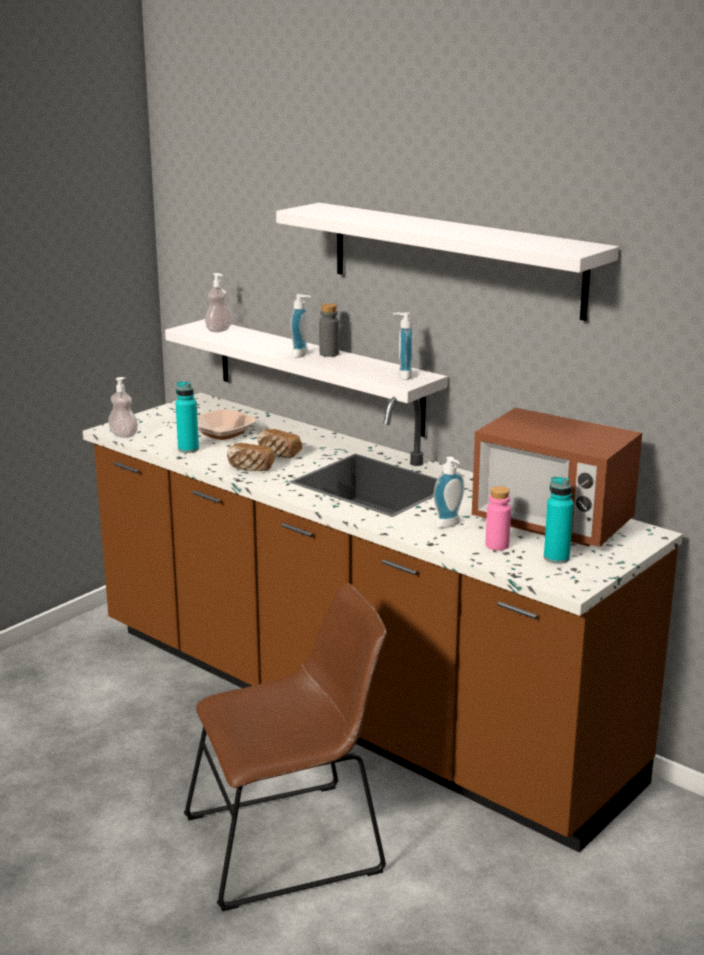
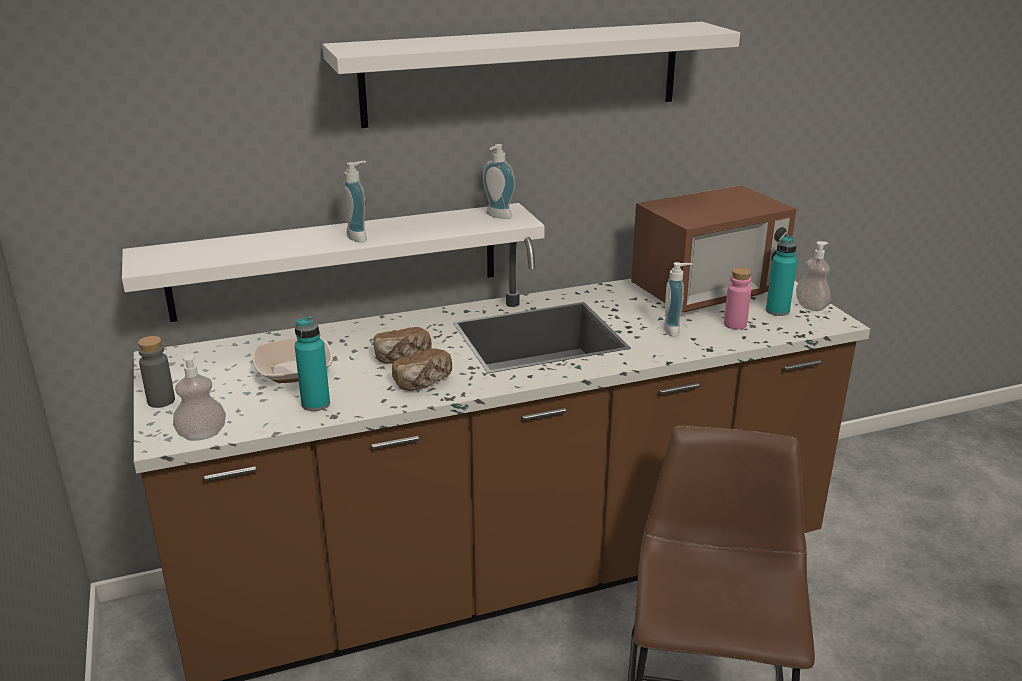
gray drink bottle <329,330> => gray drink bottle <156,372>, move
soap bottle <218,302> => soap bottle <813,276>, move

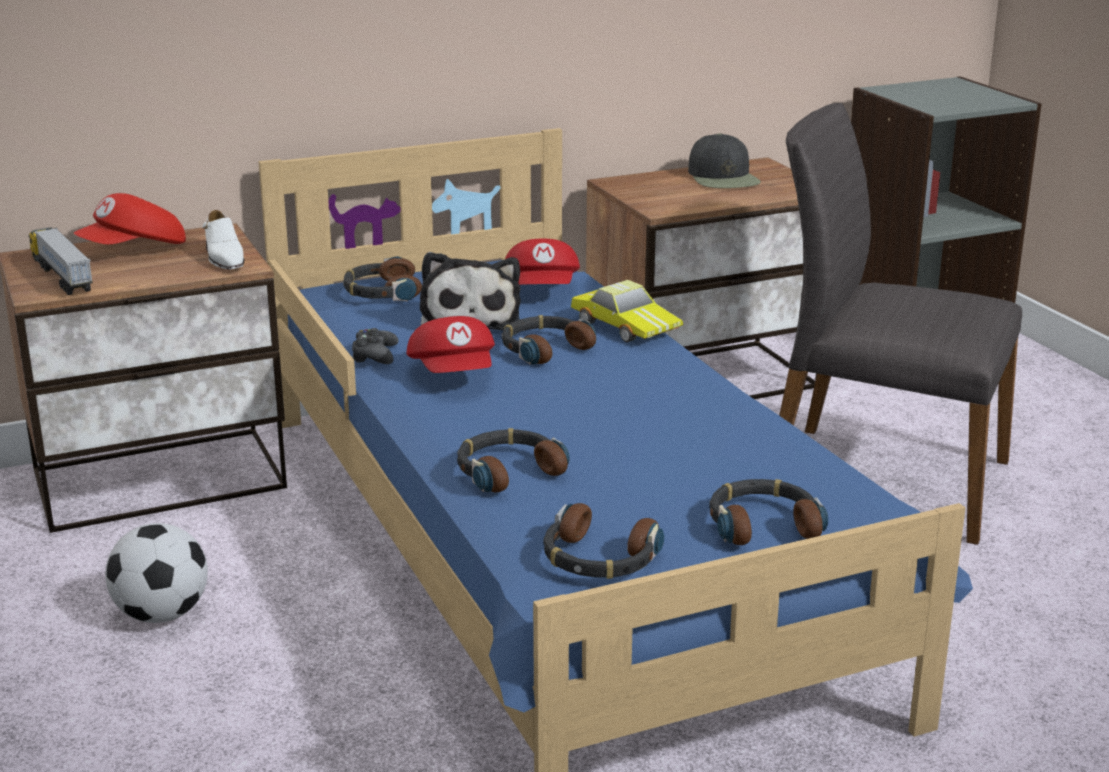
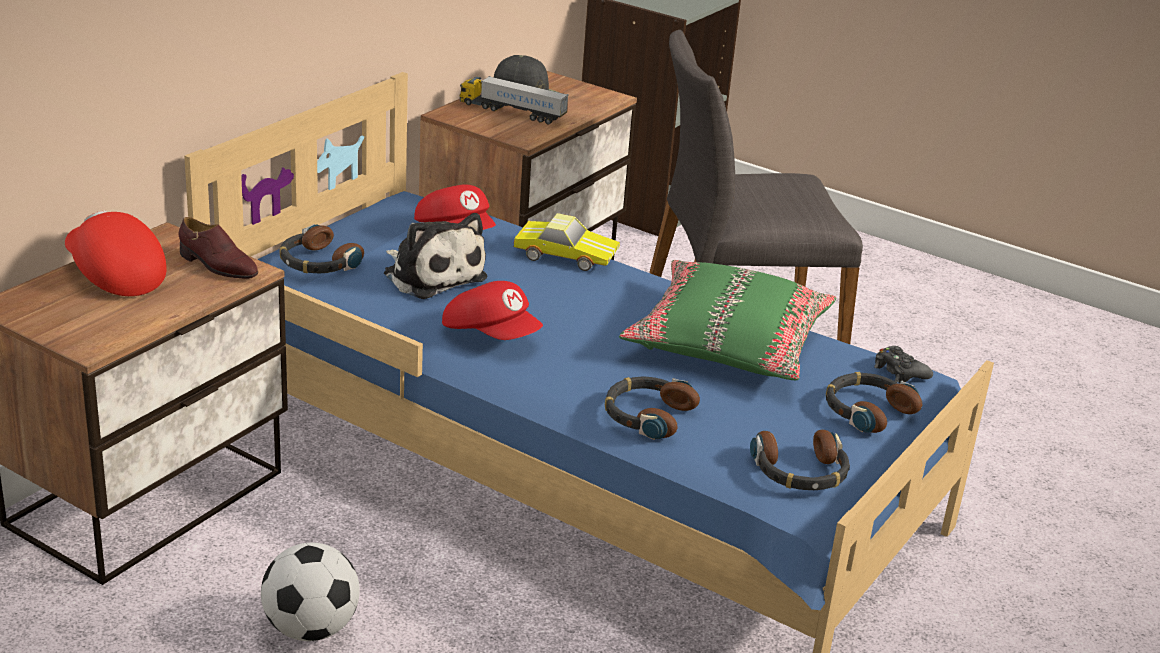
reddish baseball cap <130,218> => reddish baseball cap <116,253>, 120 degrees clockwise
whitish low shoe <223,240> => brown low shoe <218,248>
model truck <61,261> => model truck <514,100>, move
nothing => green-coloured throw pillow <727,320>
black joypad <375,346> => black joypad <903,364>, move
headphones <549,340> => nothing

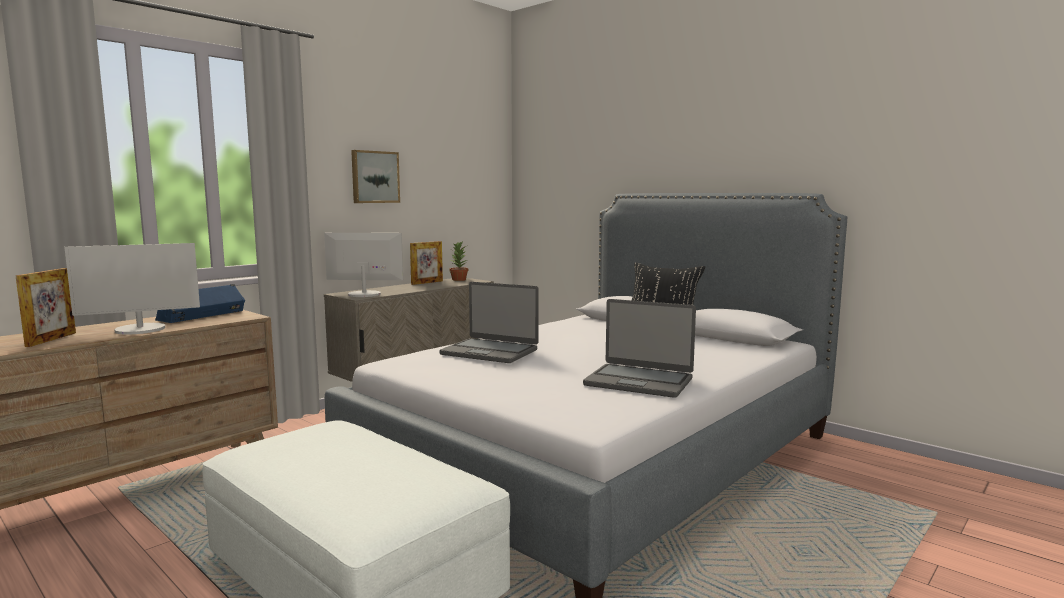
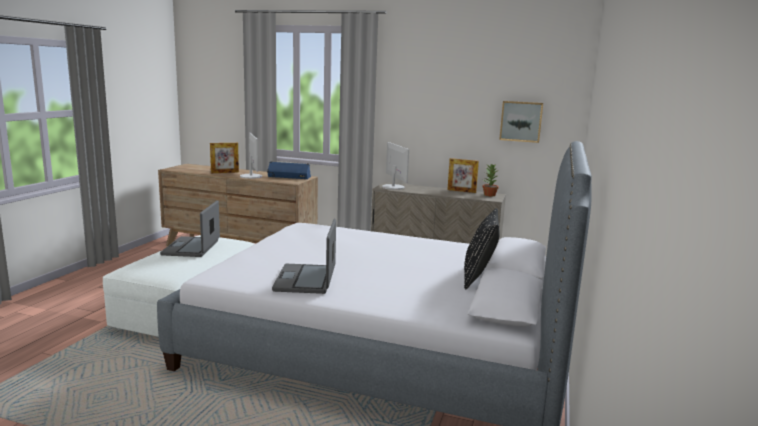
notebook computer <489,322> => notebook computer <190,228>, move
monitor <132,289> => monitor <251,156>, 150 degrees counterclockwise
wall art <375,176> => wall art <521,122>, move

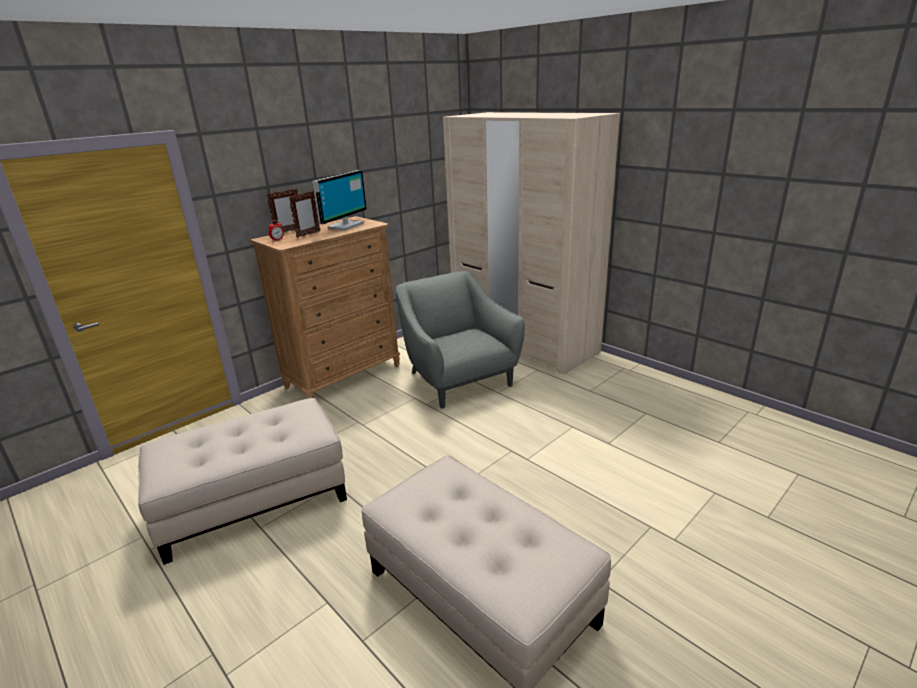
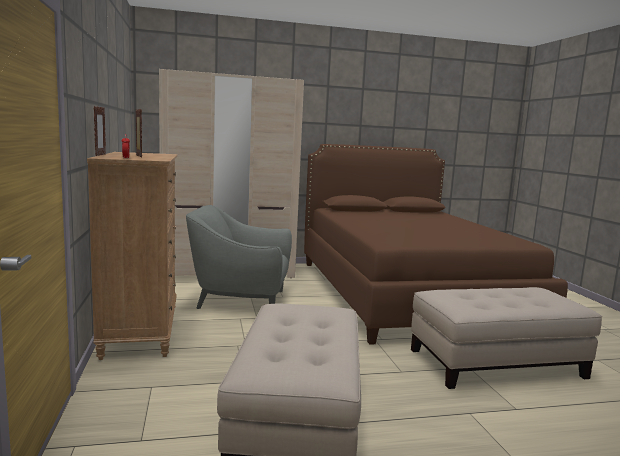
nothing => brown sleeping bed <436,244>
monitor <339,200> => nothing

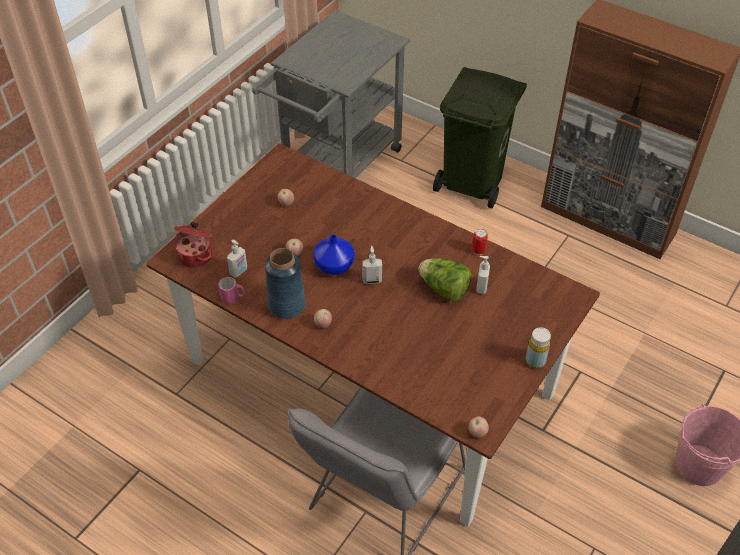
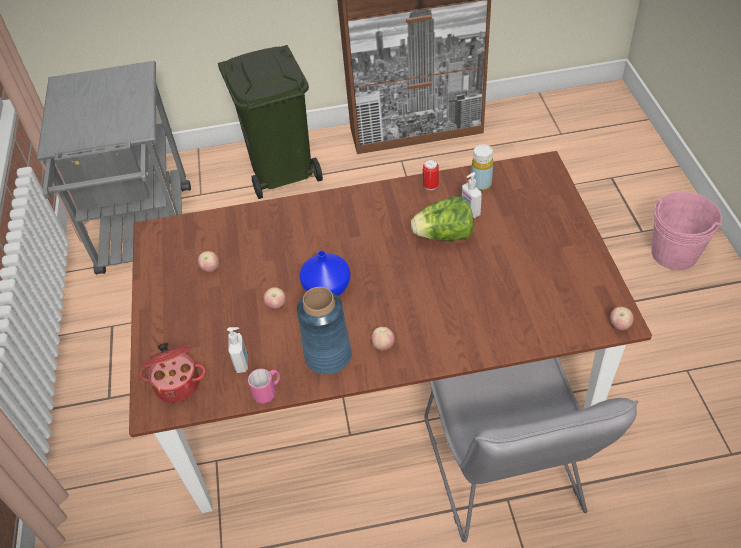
yellow-coloured drink bottle <538,347> => yellow-coloured drink bottle <482,167>, move
soap bottle <372,265> => nothing

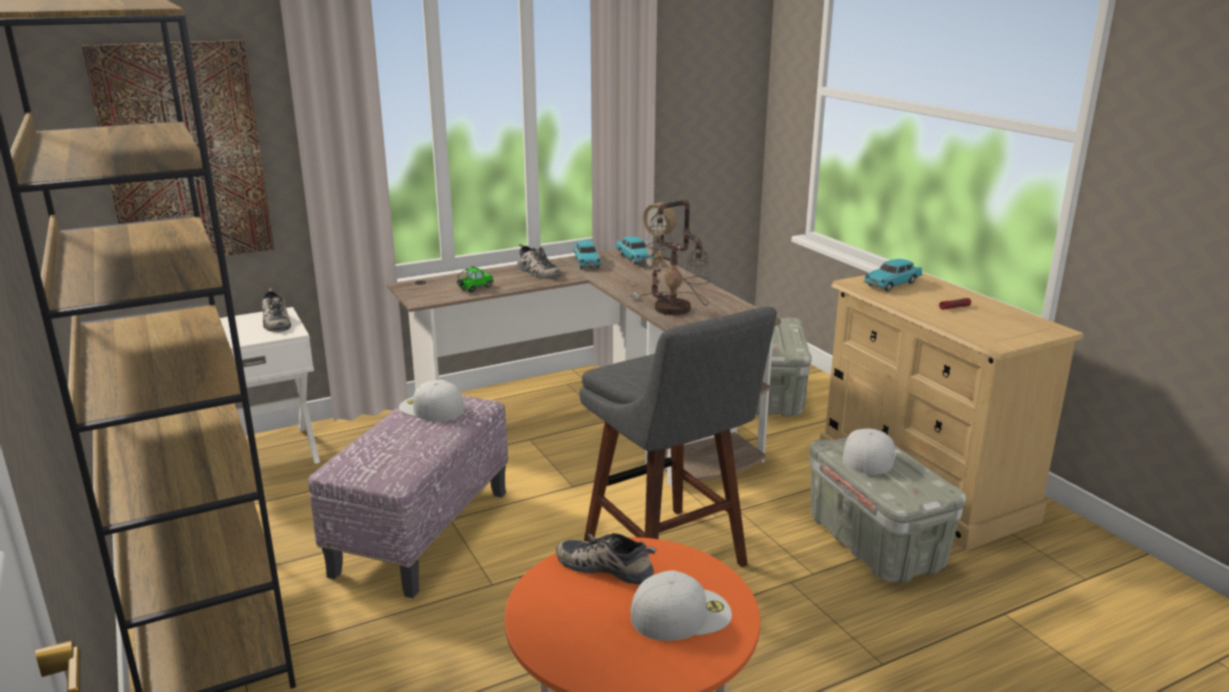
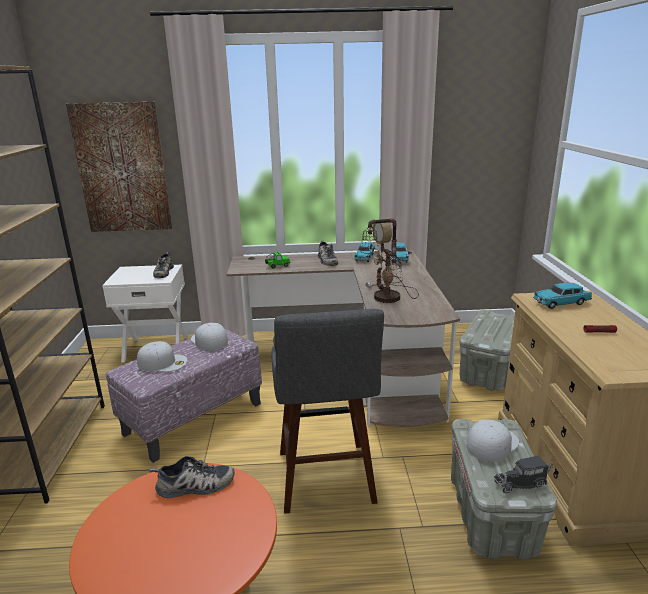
whitish baseball cap <681,605> => whitish baseball cap <162,356>, move
low shoe <606,559> => low shoe <192,477>, 120 degrees clockwise
nothing => model truck <523,474>

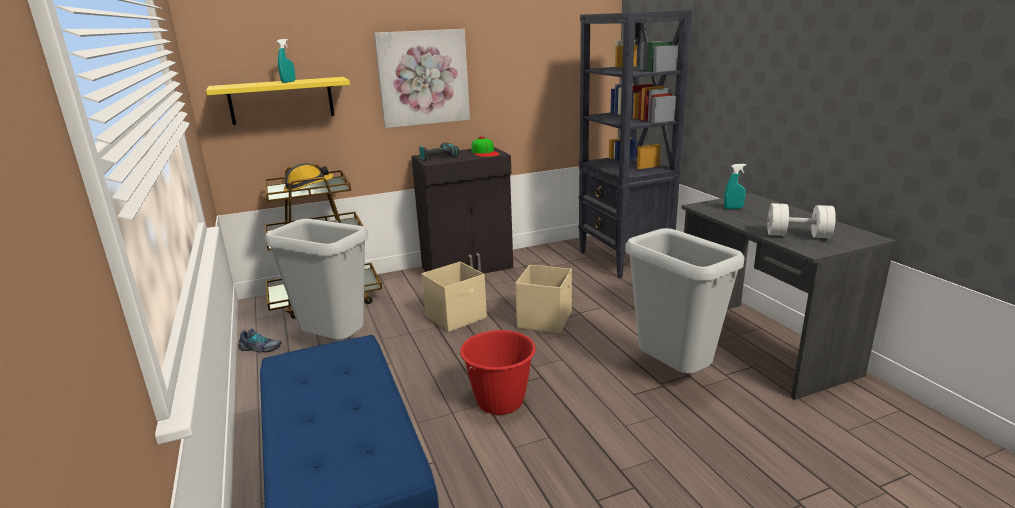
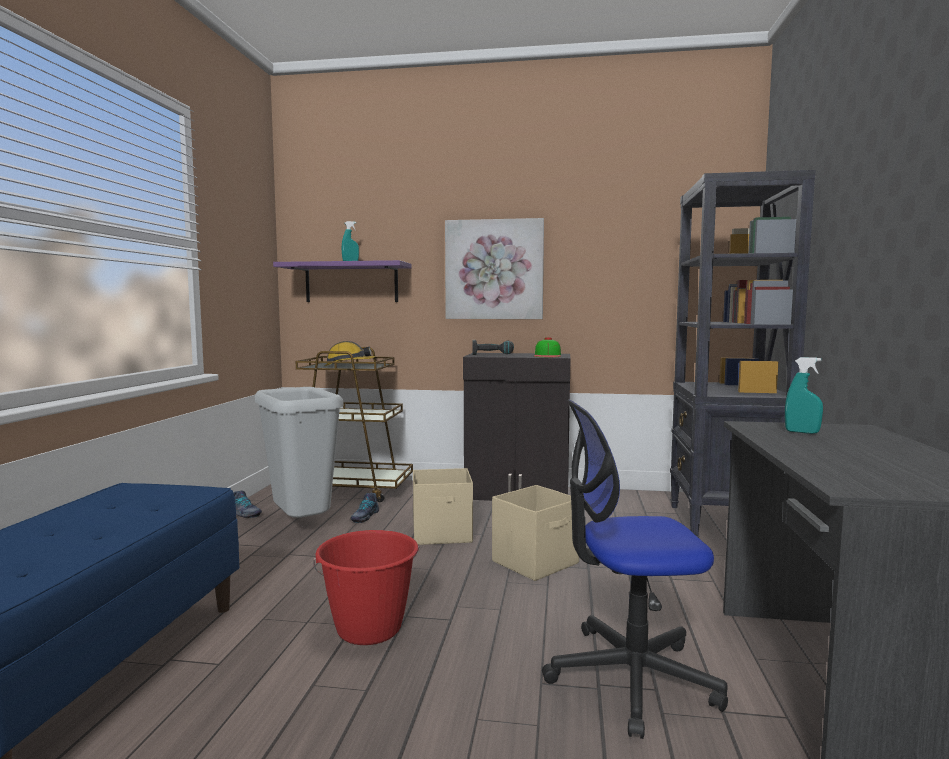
yellow-coloured bracket shelf <278,101> => purple-coloured bracket shelf <342,281>
nothing => low shoe <364,508>
gray trash can <685,301> => office chair <635,569>
whitish hand weight <801,220> => nothing

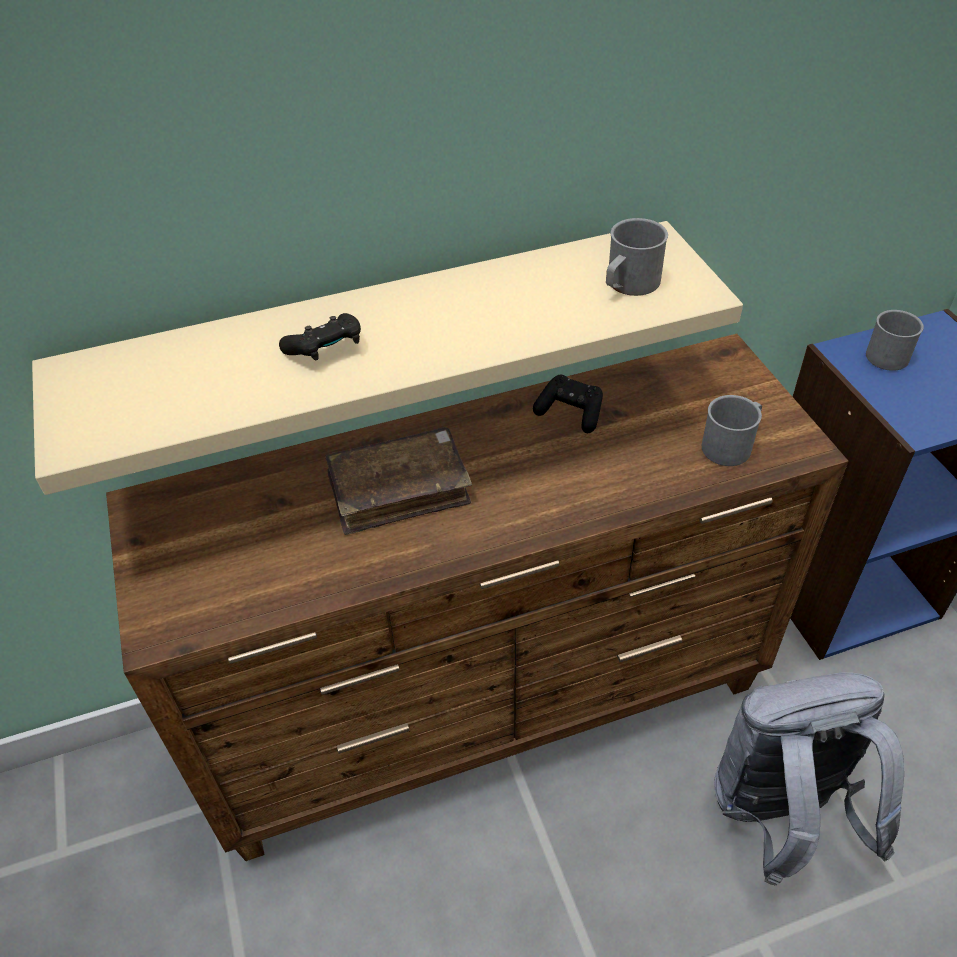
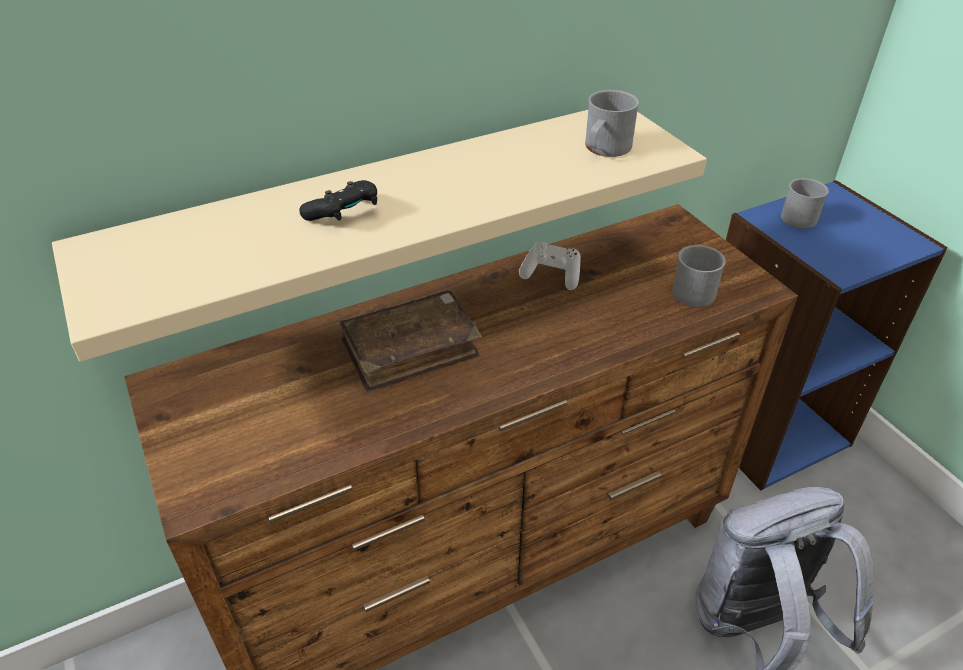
black joypad <568,404> => whitish joypad <550,266>

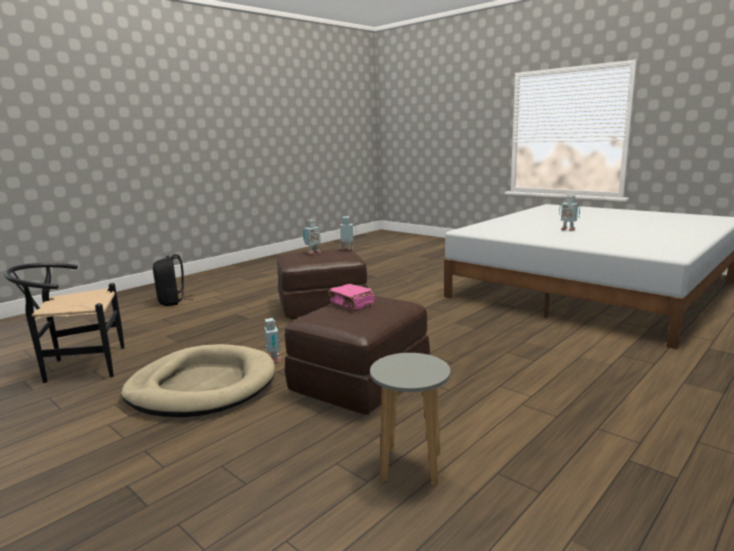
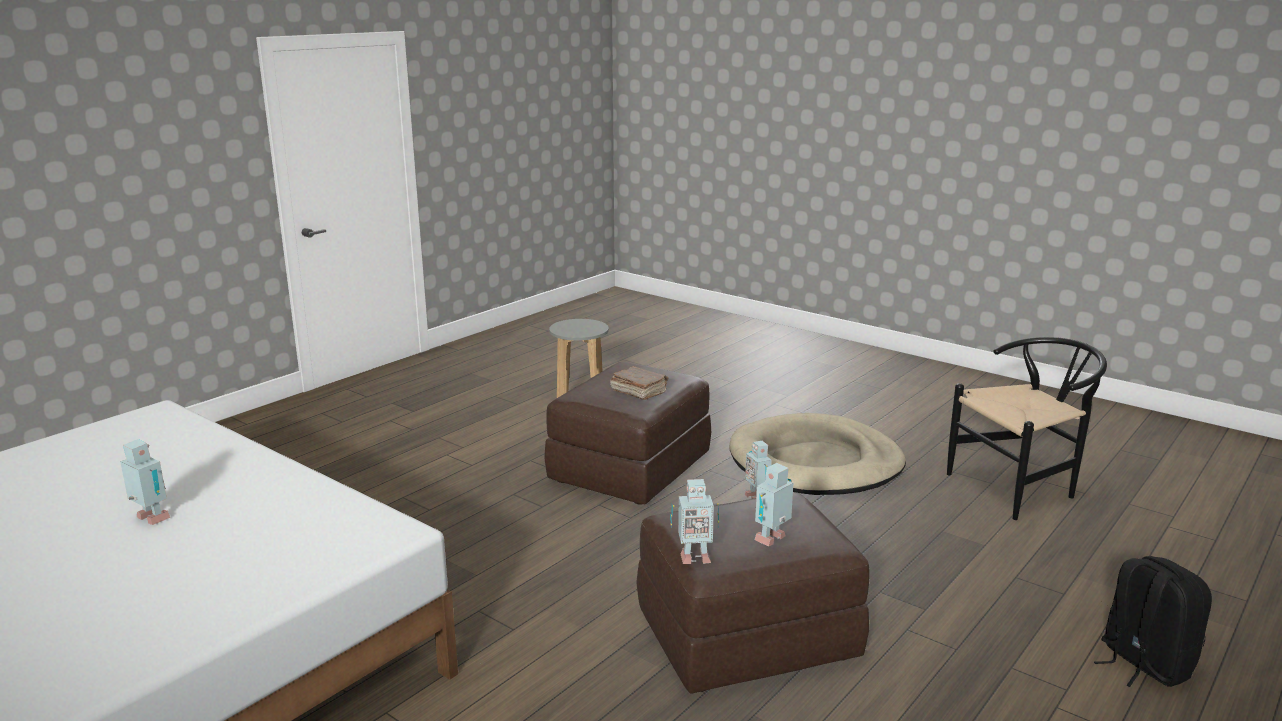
pinkish bound book <351,297> => brown bound book <639,383>

